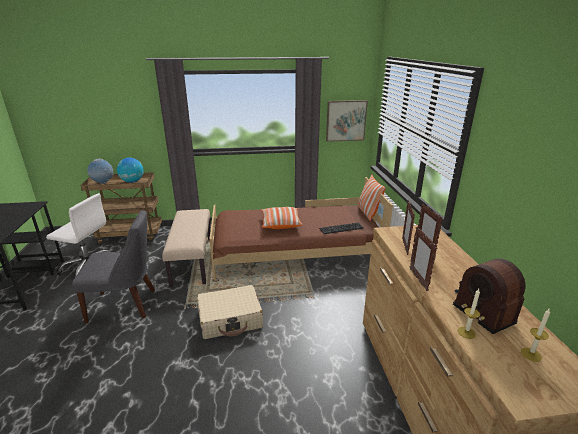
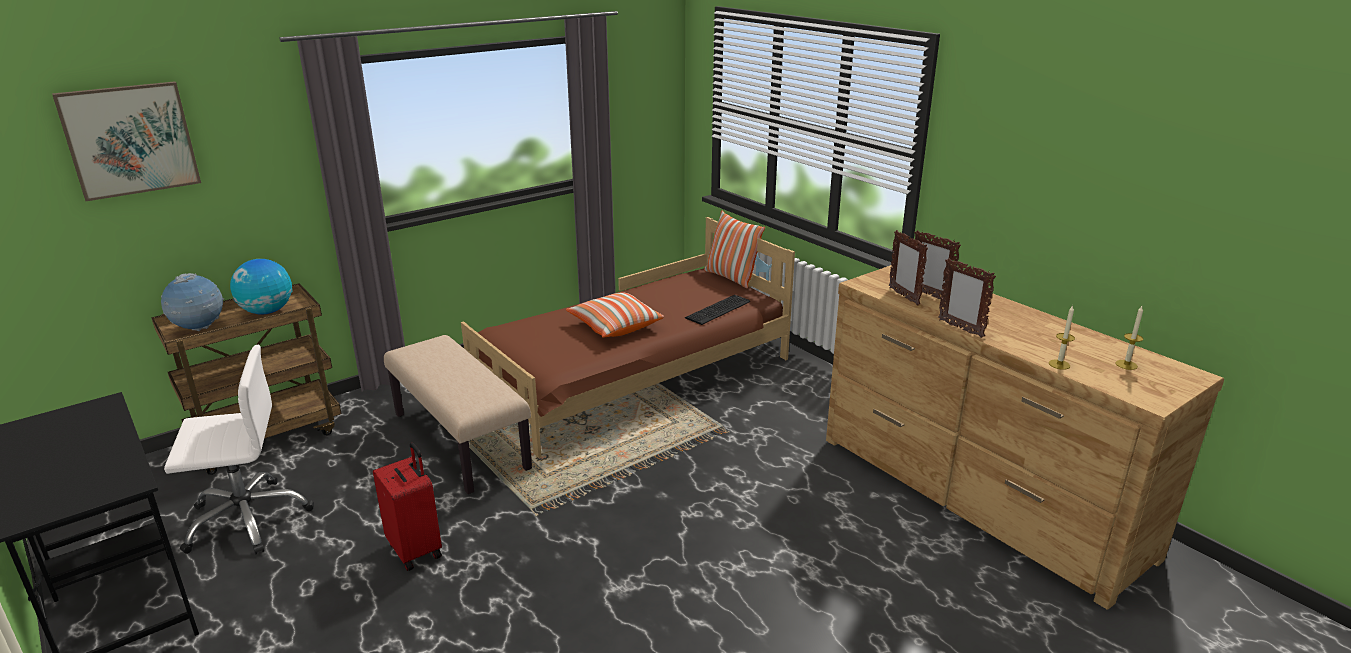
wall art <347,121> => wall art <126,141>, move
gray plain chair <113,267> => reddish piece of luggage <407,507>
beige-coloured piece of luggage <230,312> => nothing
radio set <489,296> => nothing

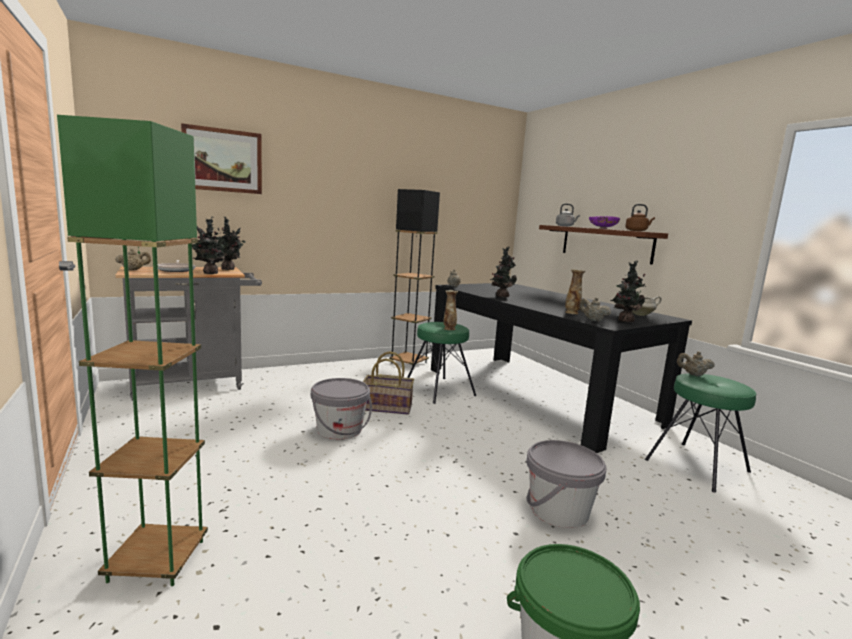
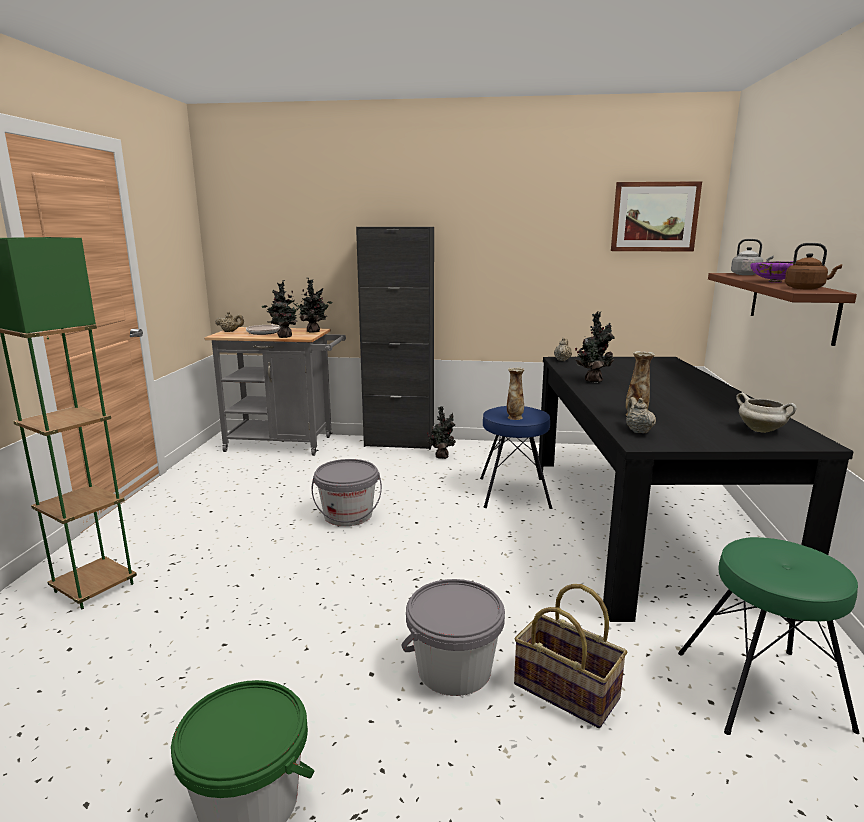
nothing => black cupboard <395,338>
potted plant <628,291> => potted plant <441,432>, move
green-coloured sitting stool <441,363> => blue sitting stool <516,457>
storage basket <388,383> => storage basket <570,656>, move
wall art <221,158> => wall art <656,216>, move
black standing lamp <414,277> => nothing
beige-coloured tea pot <696,363> => nothing

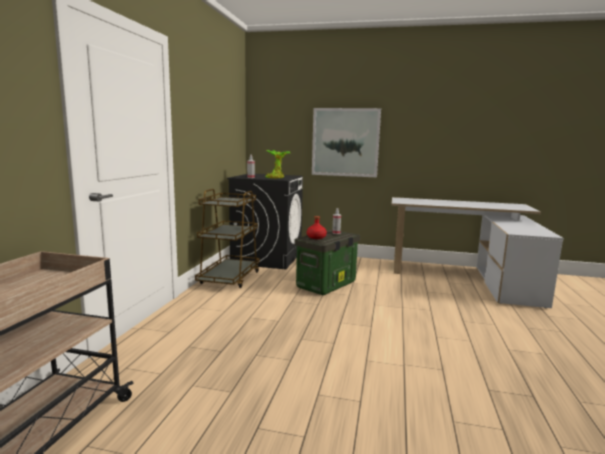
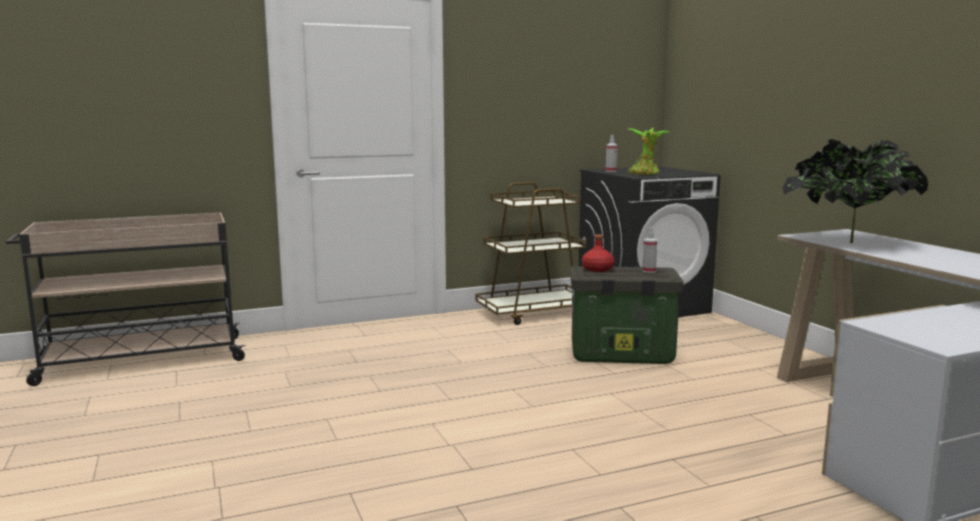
nothing => potted plant <855,191>
wall art <346,142> => nothing

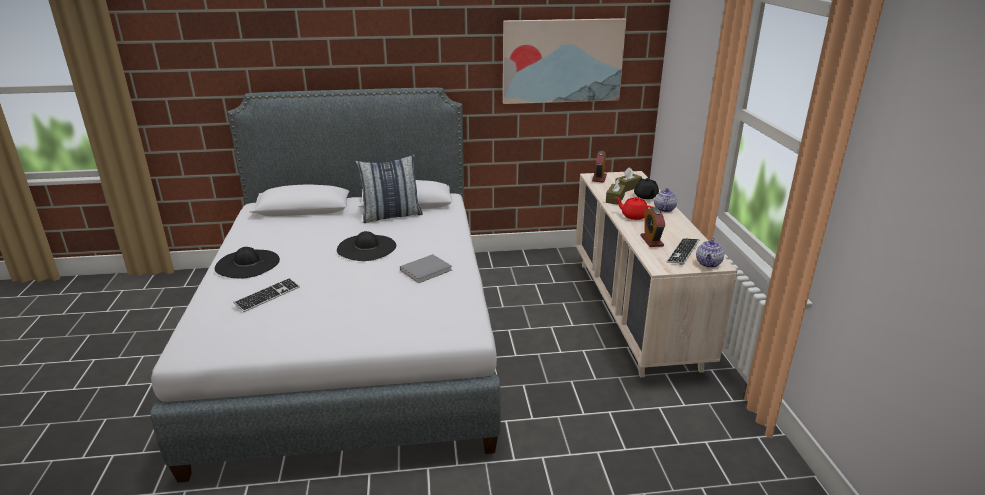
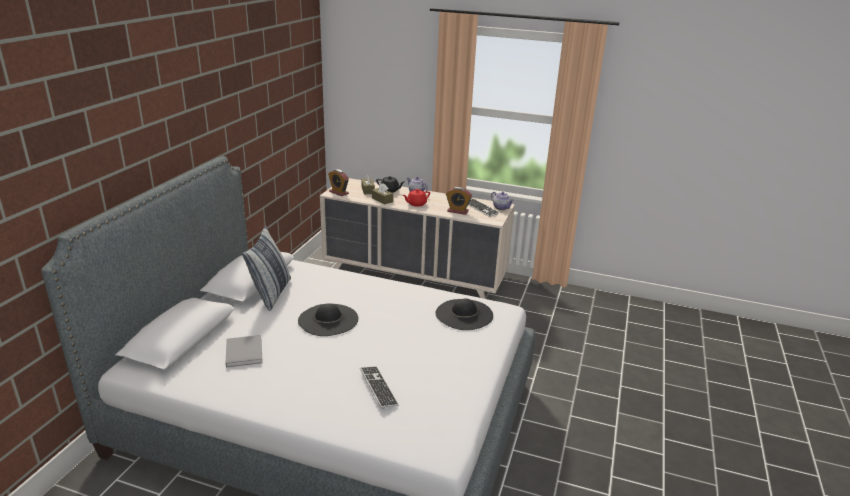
gray bound book <426,268> => gray bound book <244,351>, move
black hat <247,263> => black hat <464,314>, move
wall art <564,61> => nothing

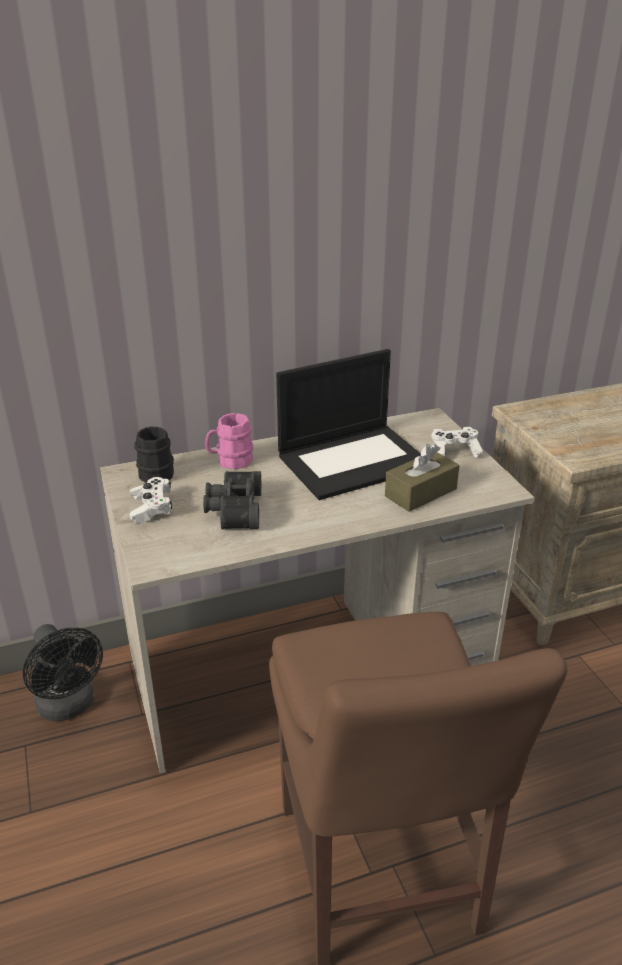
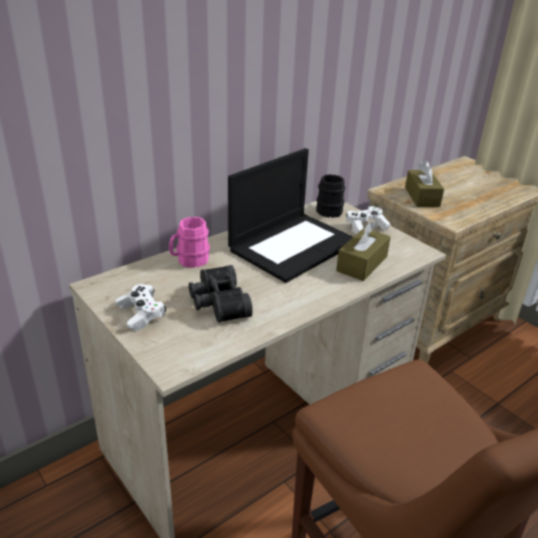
black coffee mug <154,455> => black coffee mug <330,196>, move
nothing => brown tissue holder <424,184>
black cooling fan <62,672> => nothing

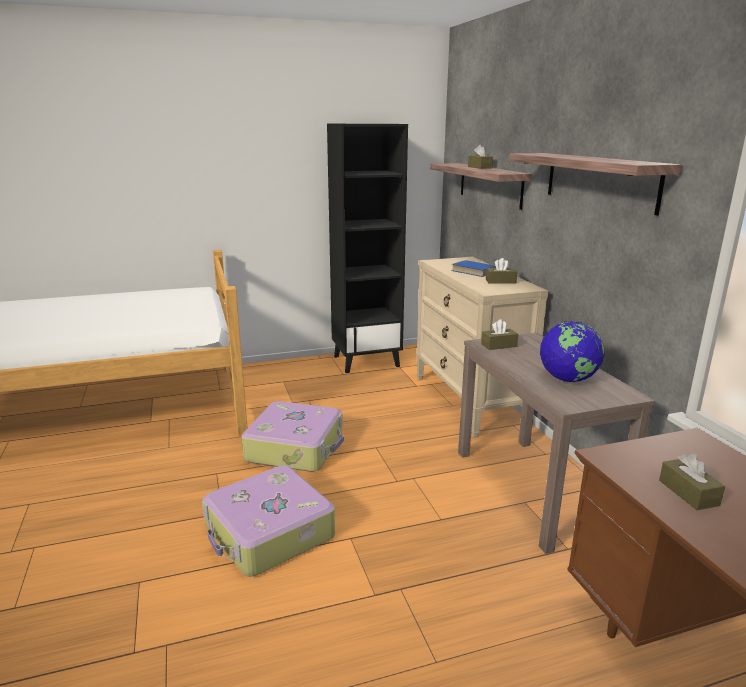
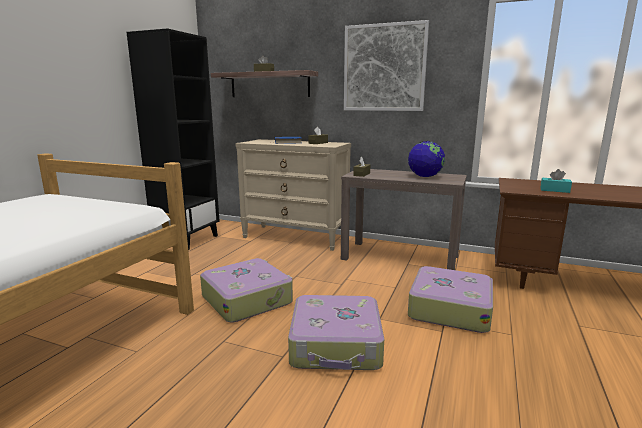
bracket shelf <595,184> => wall art <386,65>
nothing => piece of luggage <450,299>
brown tissue holder <692,481> => turquoise tissue holder <556,181>

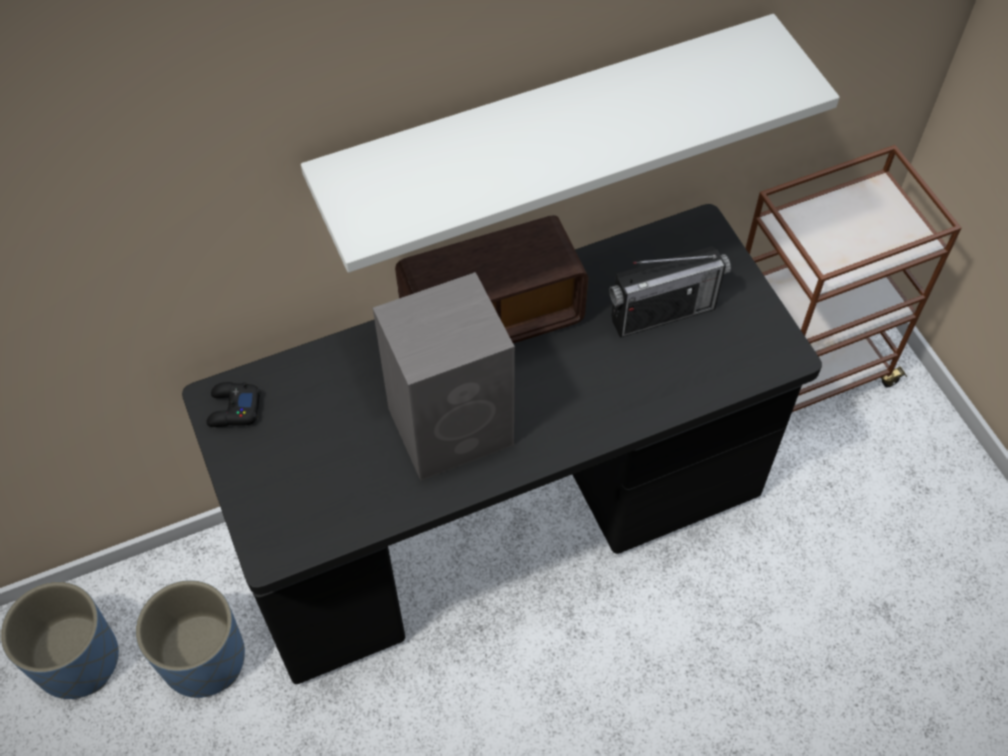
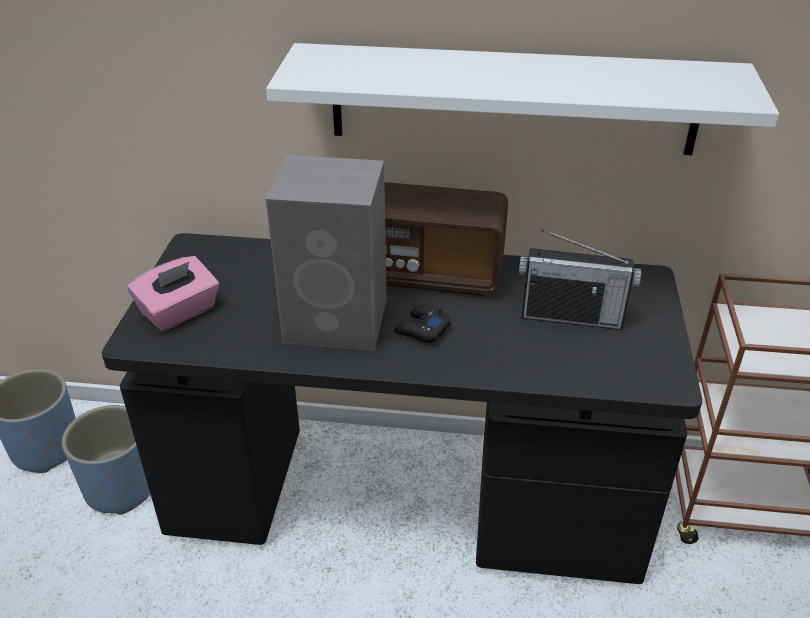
nothing => pinkish tissue holder <173,293>
black joypad <233,404> => black joypad <422,324>, move

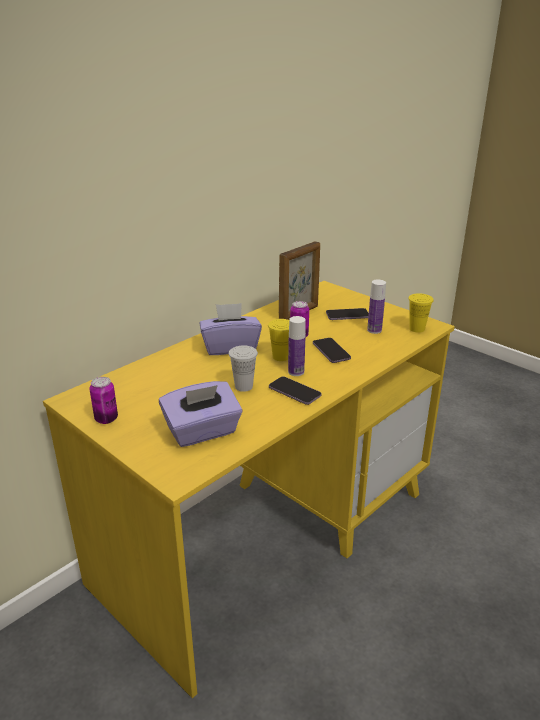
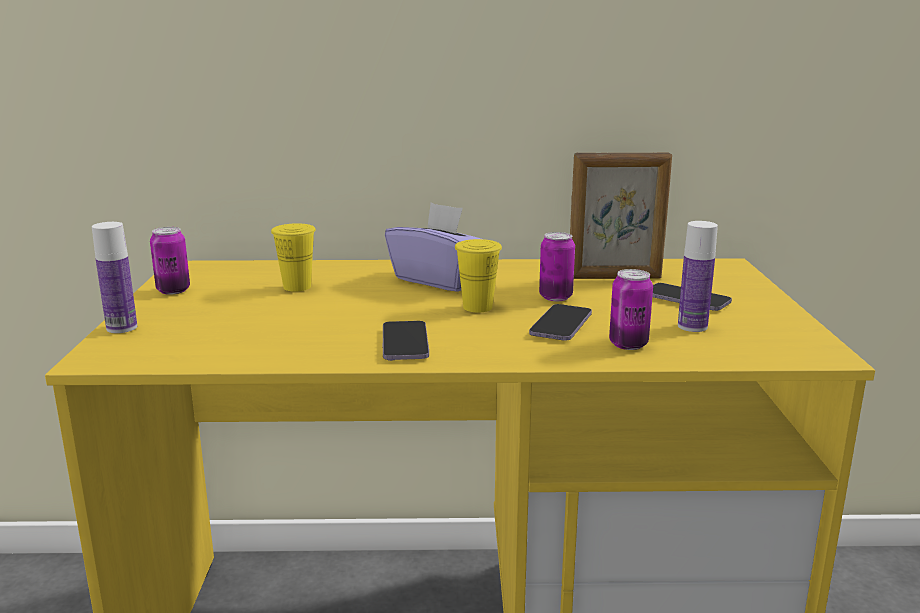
drink bottle <297,346> => drink bottle <114,277>, move
yellow-coloured small cup <421,313> => yellow-coloured small cup <293,257>, move
nothing => metal can <631,309>
purple-coloured tissue holder <200,414> => nothing
whitish small cup <243,369> => nothing

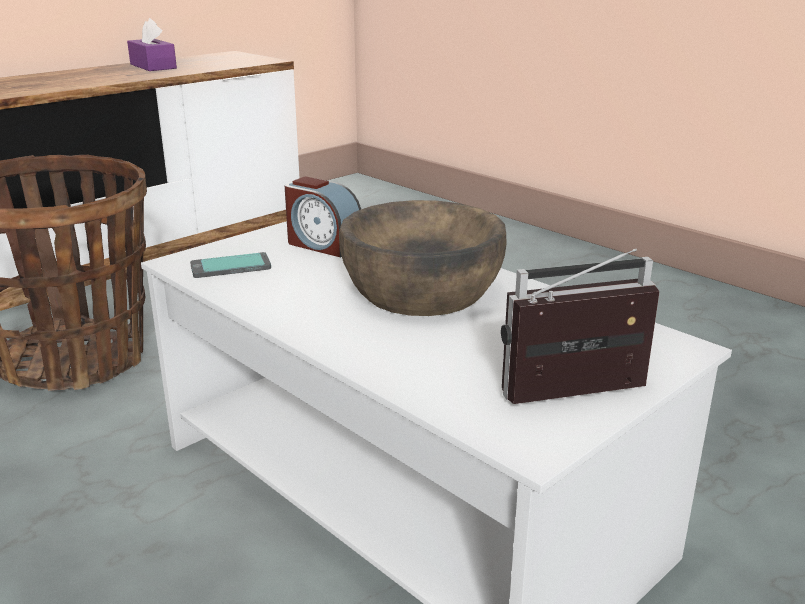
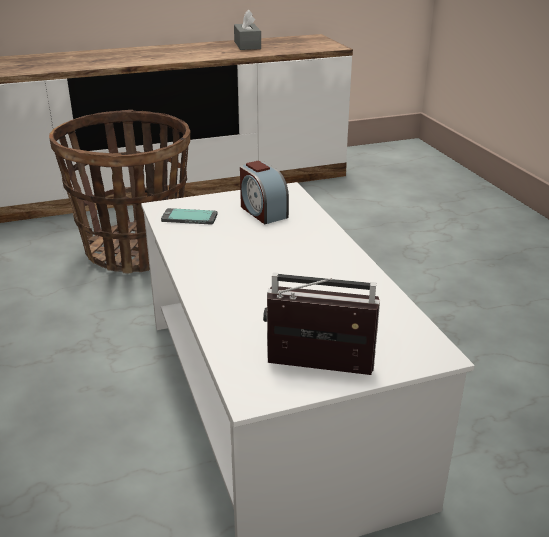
purple-coloured tissue holder <152,44> => gray tissue holder <247,29>
brown serving bowl <423,258> => nothing

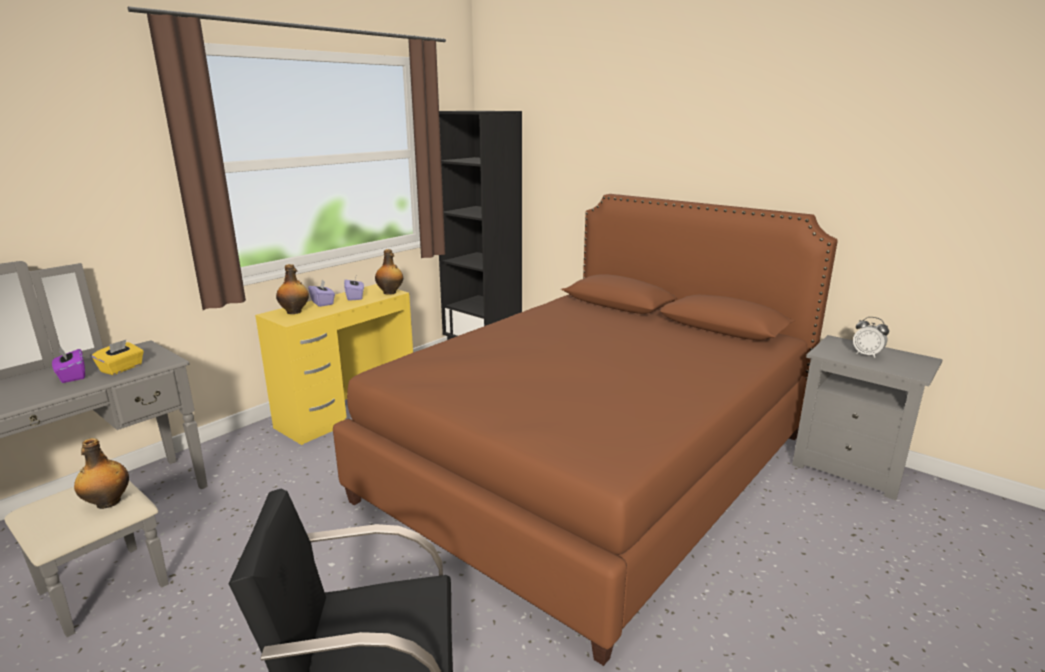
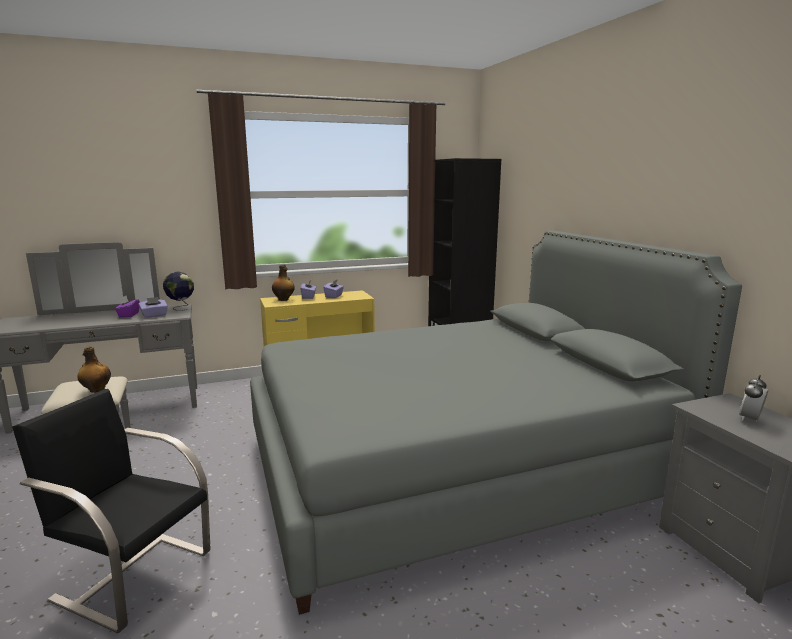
yellow-coloured tissue holder <118,357> => purple-coloured tissue holder <153,307>
nothing => desk globe <178,291>
brown sleeping bed <585,430> => gray sleeping bed <496,422>
table clock <871,337> => table clock <753,398>, 60 degrees clockwise
drink bottle <389,272> => nothing

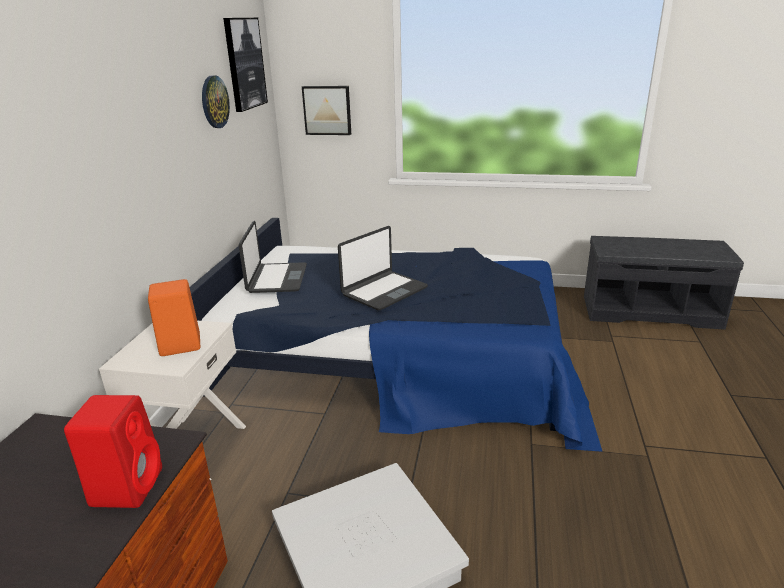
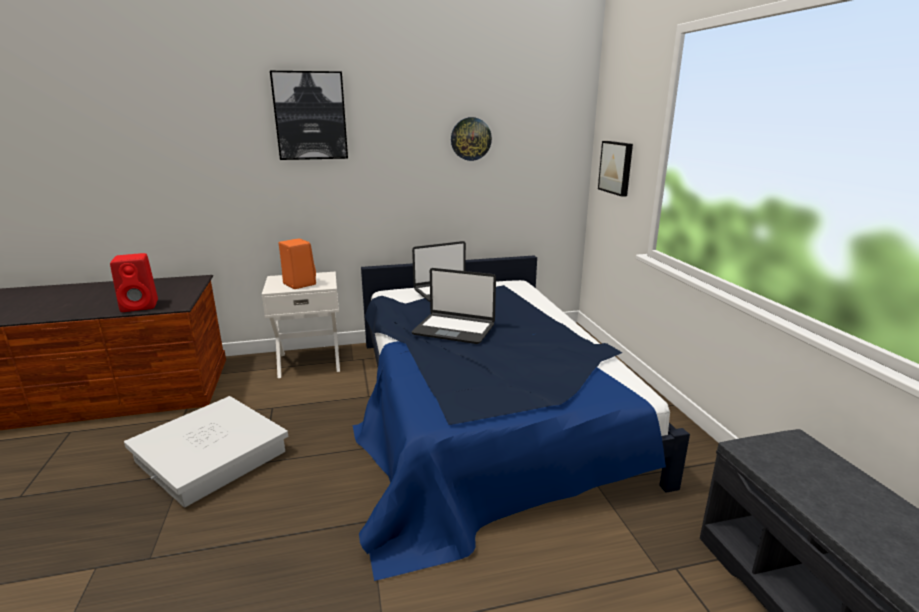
wall art <245,65> => wall art <309,115>, move

